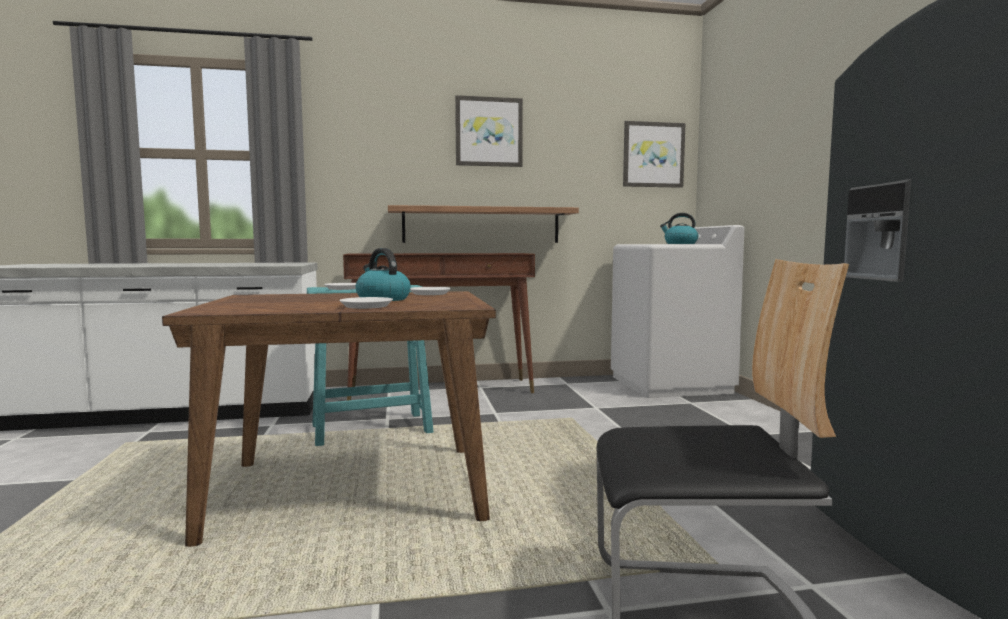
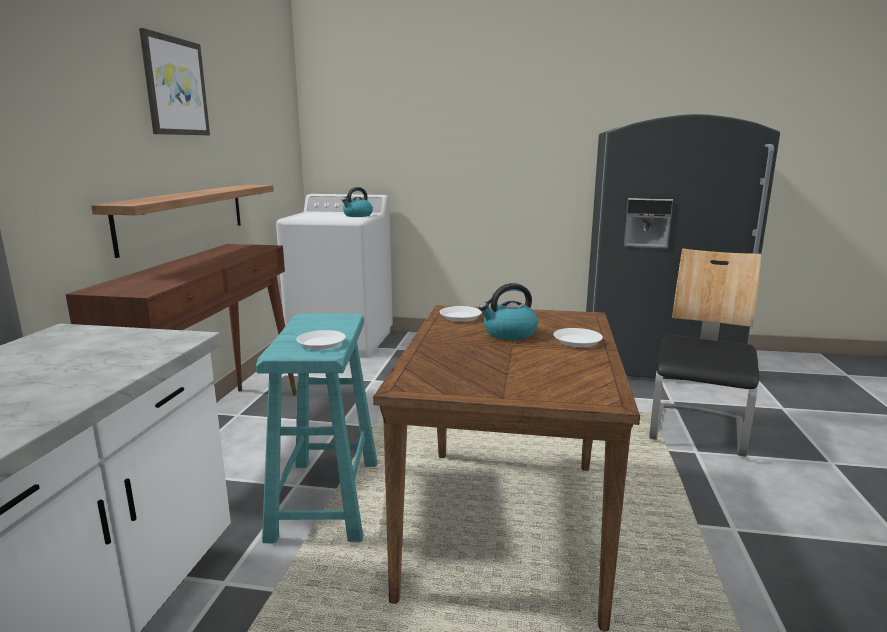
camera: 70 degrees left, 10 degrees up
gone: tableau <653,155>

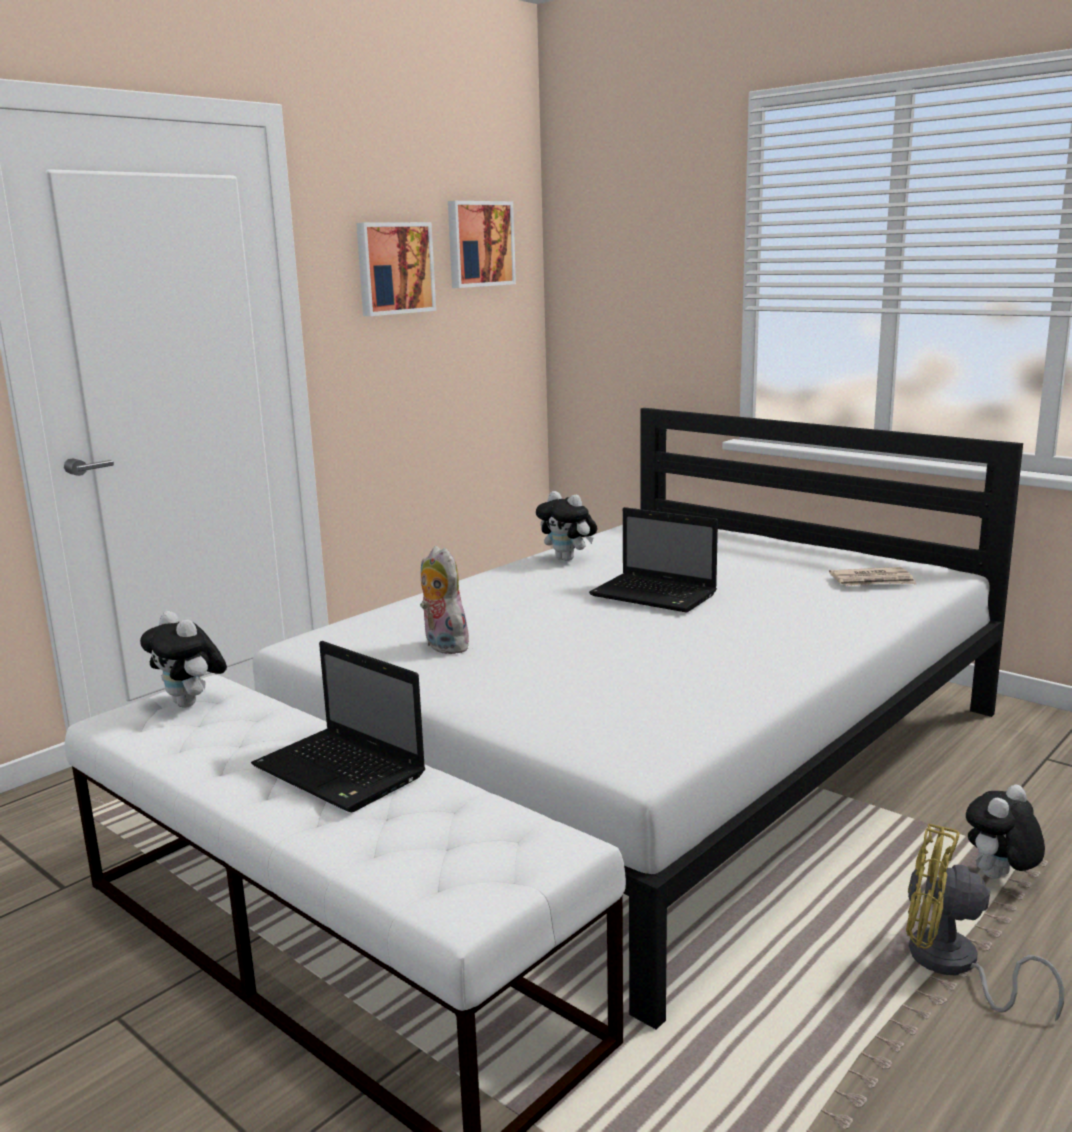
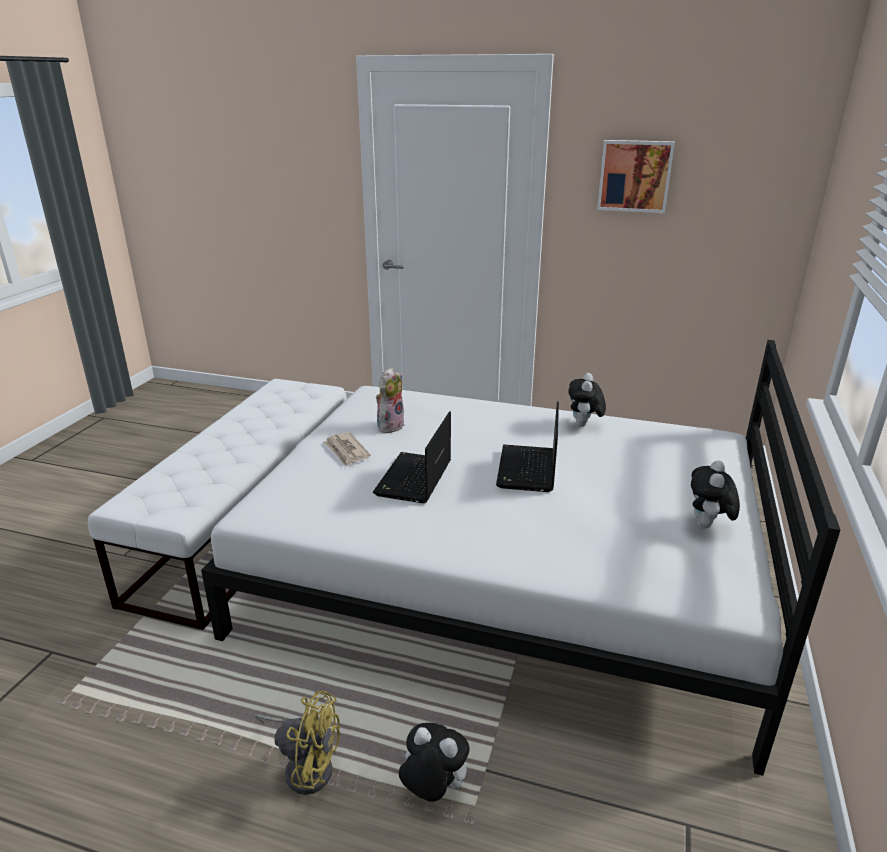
camera: 65 degrees right, 10 degrees up
gone: tableau <479,244>
shifted: journal <872,581> to <346,451>; peluche <191,704> to <707,526>; ordinateur portable <342,772> to <414,480>
rotated: ventilateur/jaune <953,966> = <305,765> 105 degrees clockwise

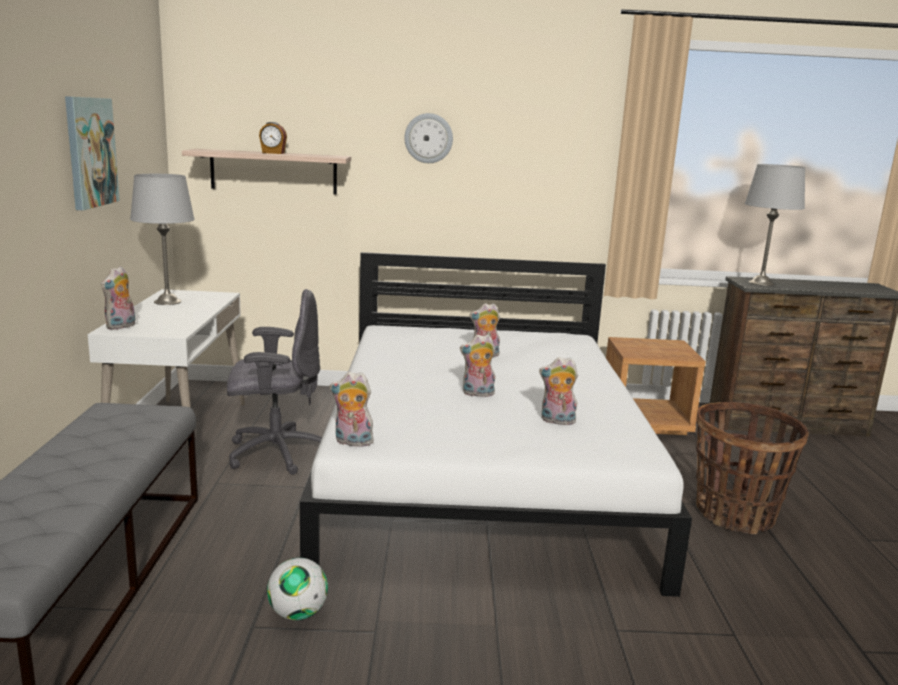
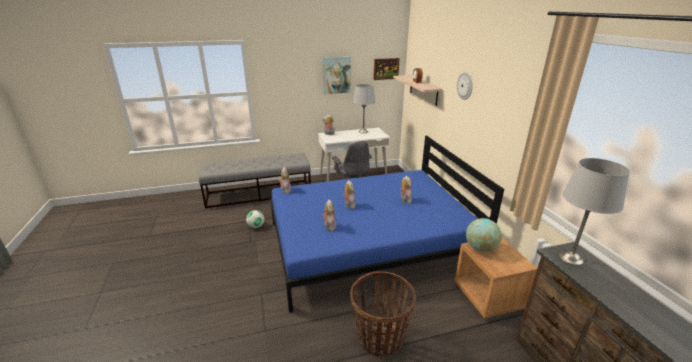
camera: 75 degrees right, 10 degrees up
new: tableau <386,69>; globe <480,248>
repainted: lit/blanc <482,472> to lit/bleu <369,244>

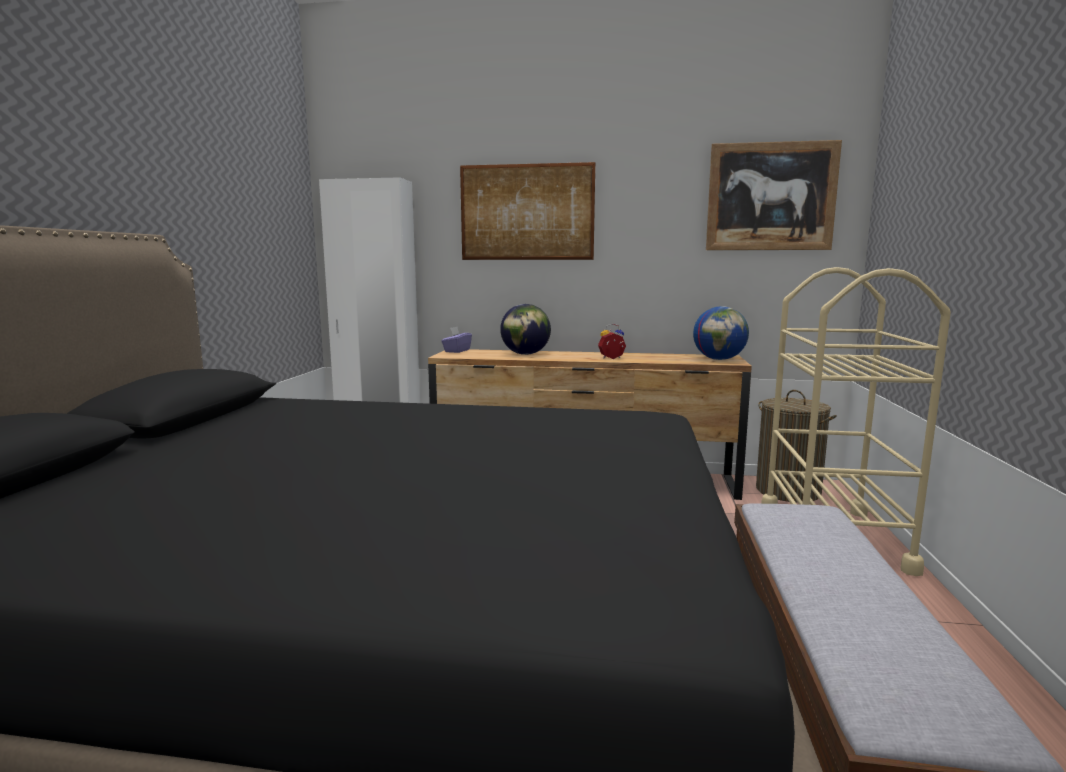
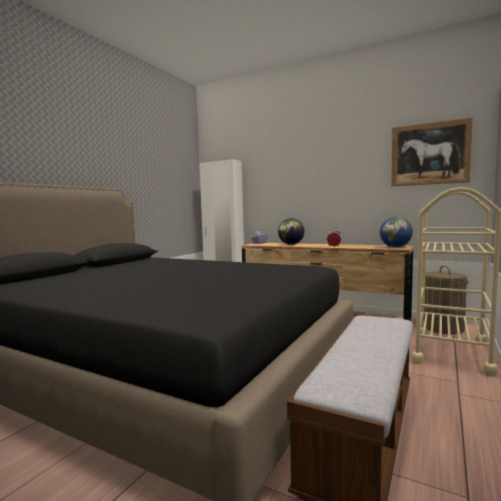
camera: 20 degrees right, 5 degrees down
gone: tableau <527,212>

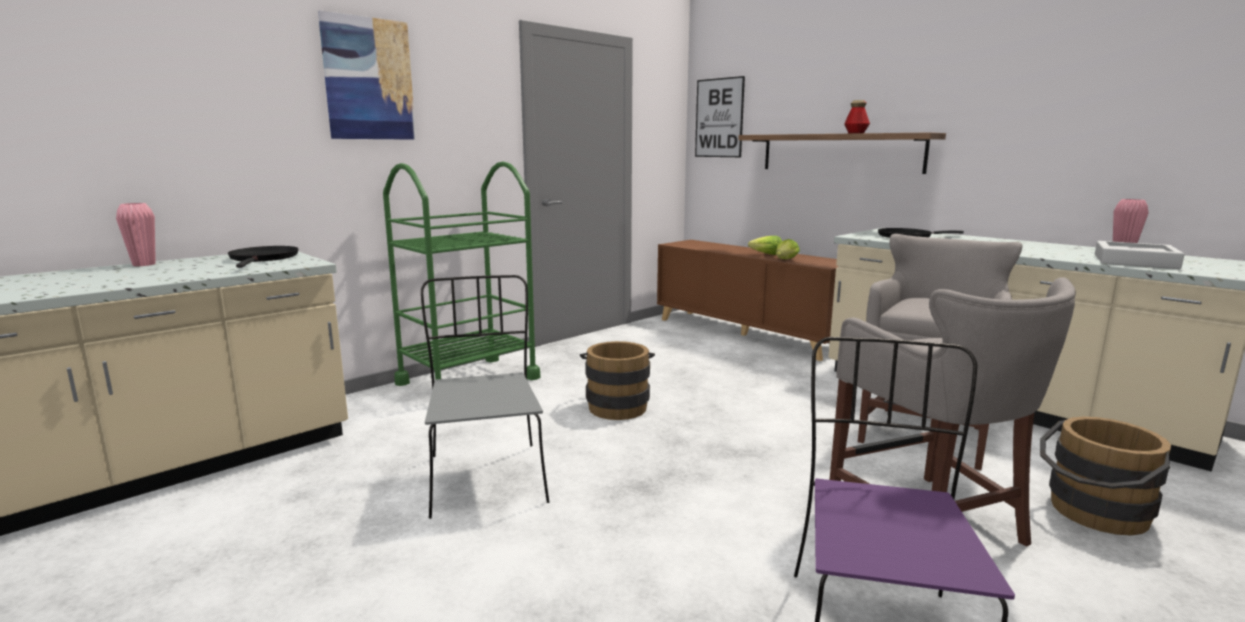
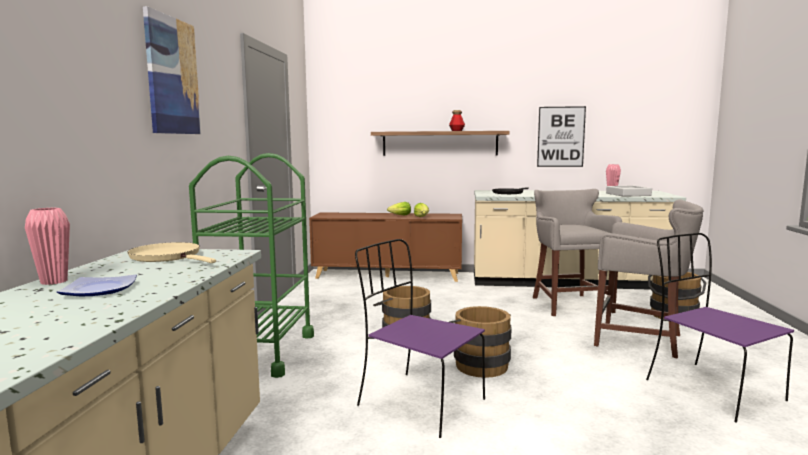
camera: 40 degrees left, 5 degrees down
new: assiette <100,290>; seau/marron <479,364>
shifted: tableau <719,118> to <561,136>
repainted: poêle/noir <263,259> to poêle/beige <168,257>; chaise/gris <486,477> to chaise/violet <418,402>

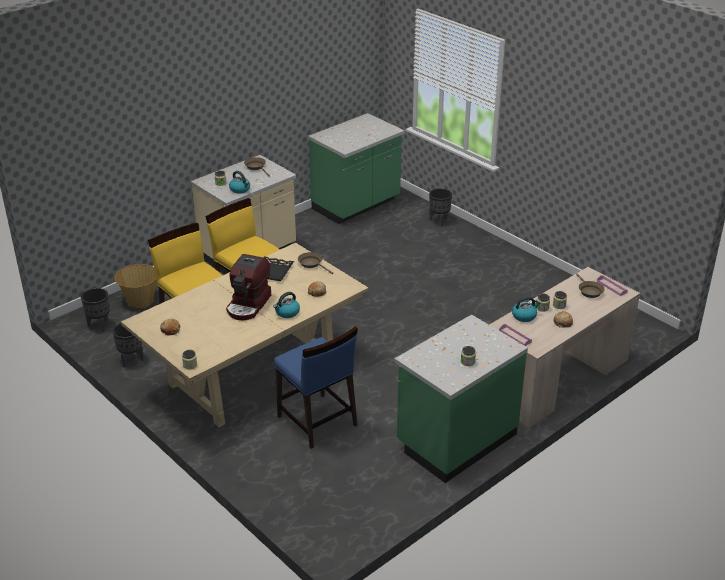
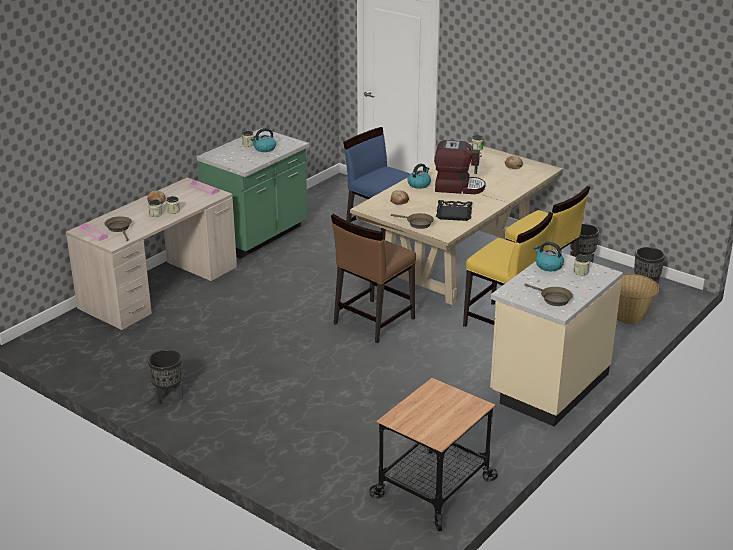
camera: 170 degrees right, 5 degrees down
new: chaise/marron <373,321>
shifted: cache-pot/noir <439,221> to <168,397>; bouilloire <524,316> to <264,149>
swapped: comptoir de cuisine/vert <356,205> to chariot <434,489>
rotated: machine à café <249,305> = <458,187> 90 degrees clockwise

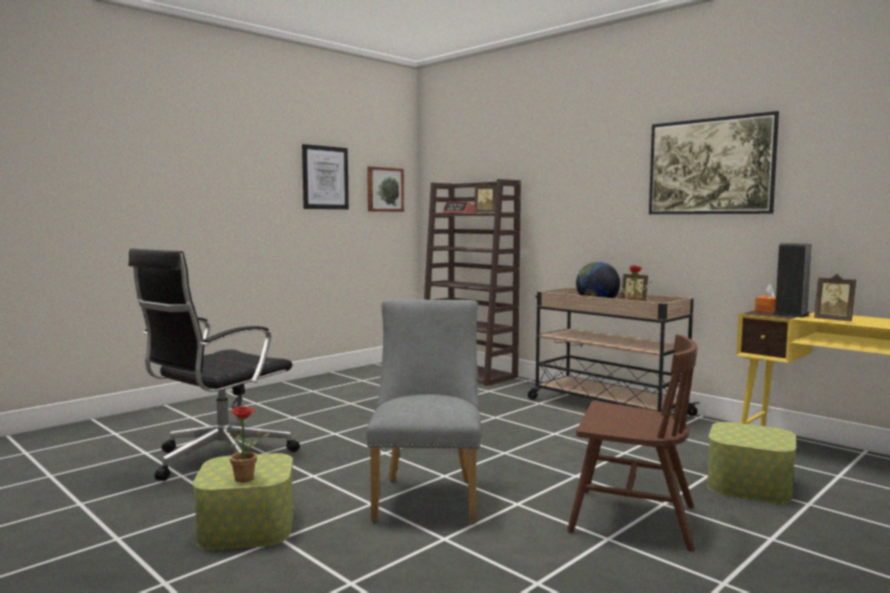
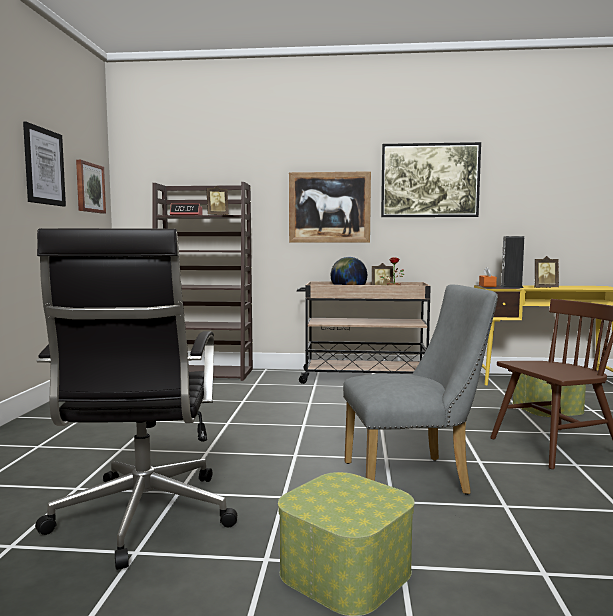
camera: 40 degrees left, 0 degrees up
gone: plante en pot <248,478>
new: tableau <329,207>
rotated: chaise/gris <427,496> = <414,478> 120 degrees clockwise

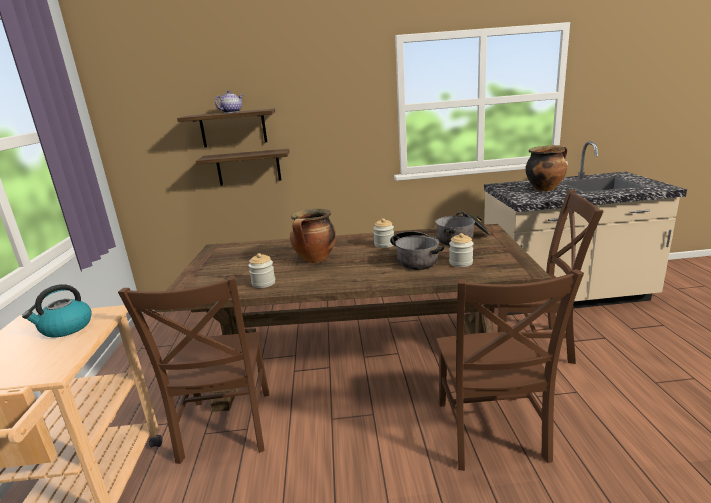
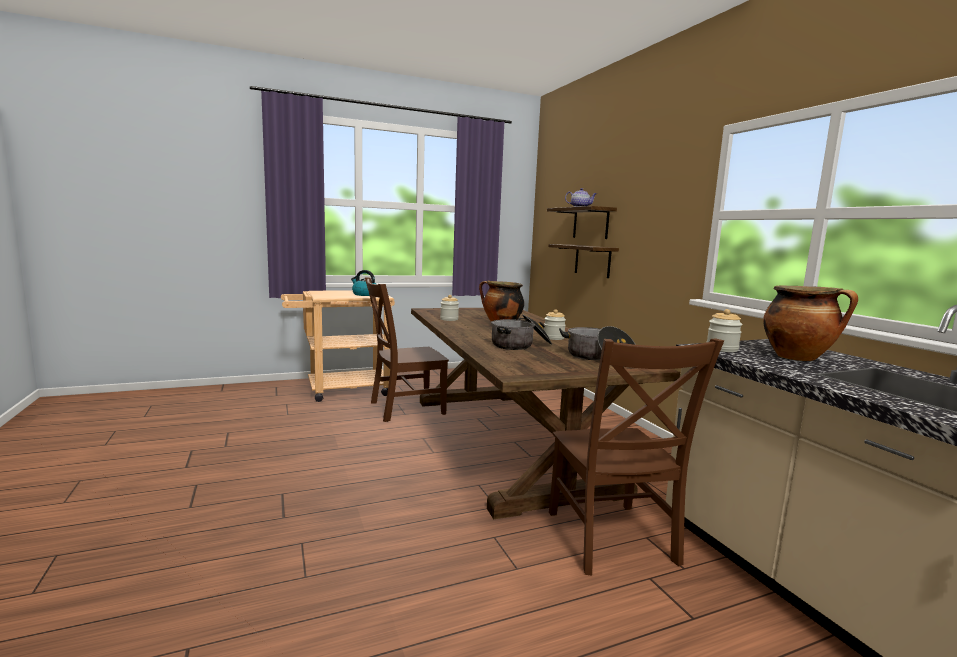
camera: 70 degrees right, 10 degrees down
gone: chaise/marron <490,434>
shifted: bocal <461,263> to <722,349>

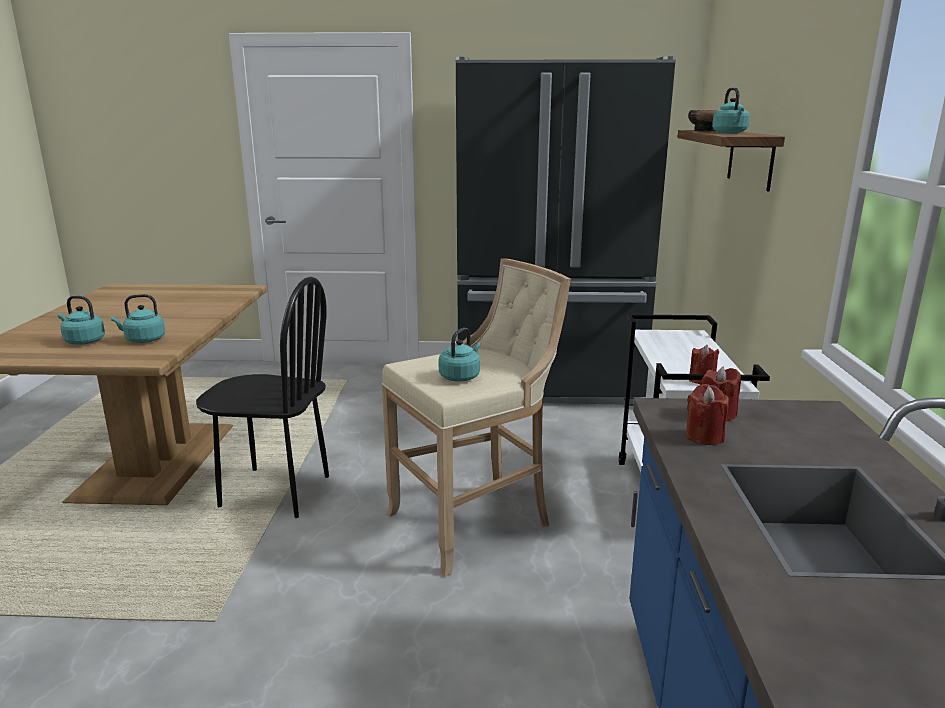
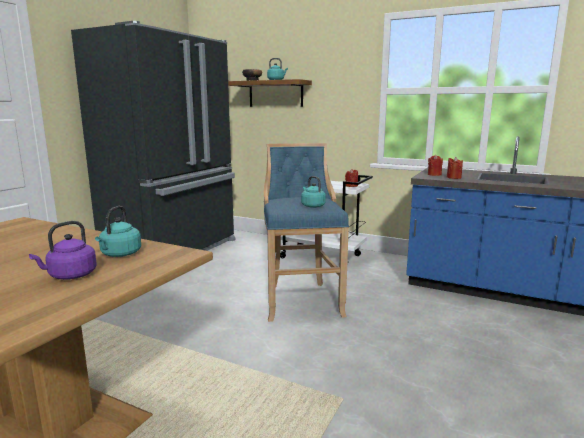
camera: 65 degrees left, 5 degrees down
gone: chaise/noir <275,492>
repainted: tabouret/beige <475,521> to tabouret/bleu <301,299>; bouilloire/turquoise <83,341> to bouilloire/violet <70,276>

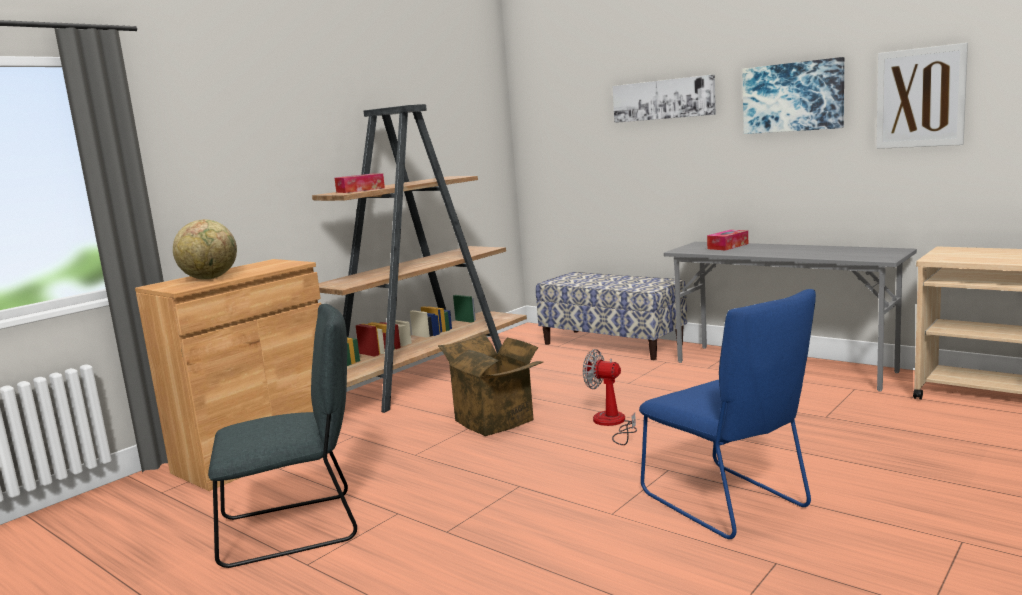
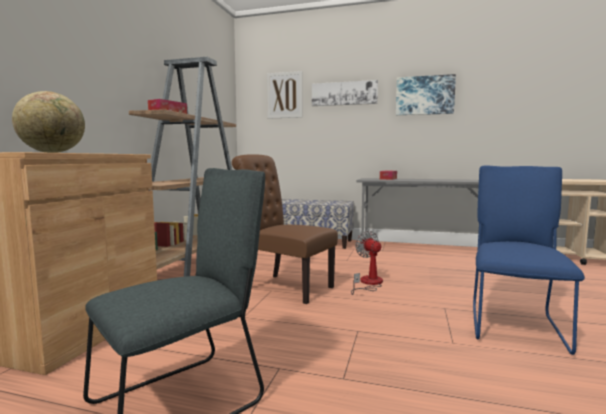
camera: 25 degrees left, 5 degrees down
shifted: tableau <920,98> to <284,95>
swapped: carton <498,420> to chaise/marron <284,287>
rotated: chaise/bleu <729,503> = <514,325> 105 degrees counterclockwise; ventilateur <612,424> = <368,283> 60 degrees clockwise

